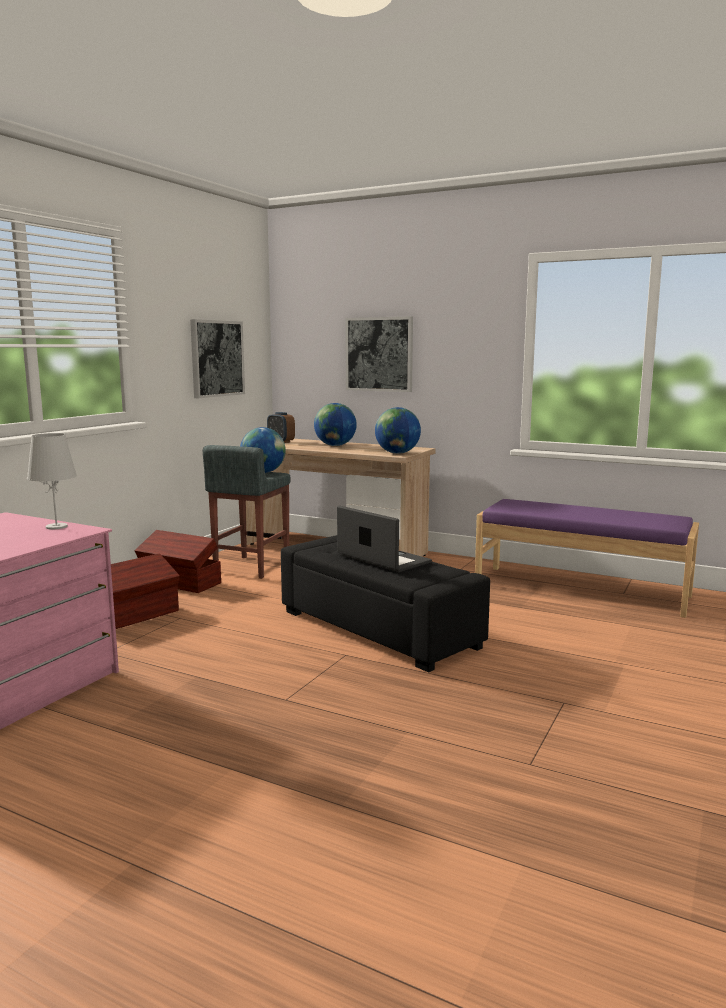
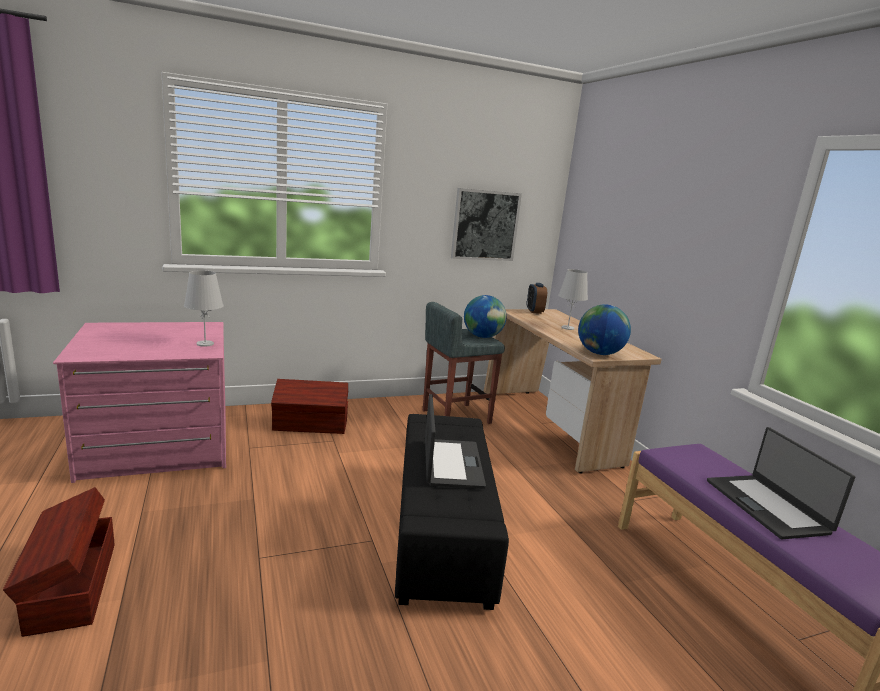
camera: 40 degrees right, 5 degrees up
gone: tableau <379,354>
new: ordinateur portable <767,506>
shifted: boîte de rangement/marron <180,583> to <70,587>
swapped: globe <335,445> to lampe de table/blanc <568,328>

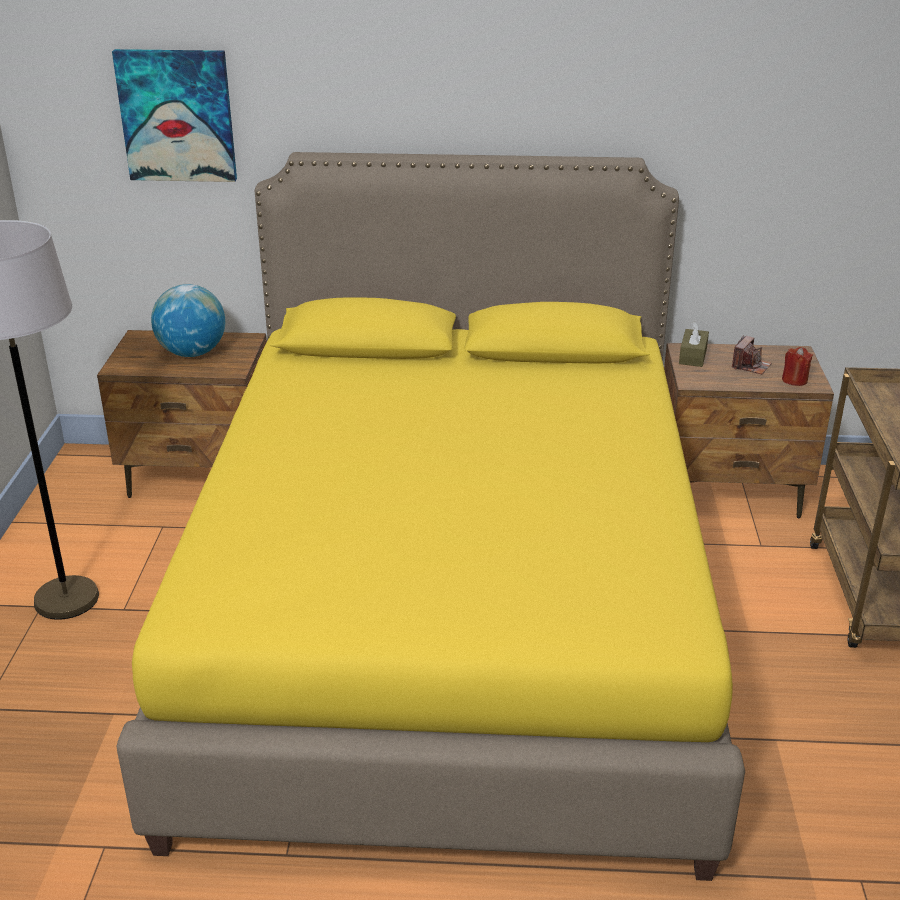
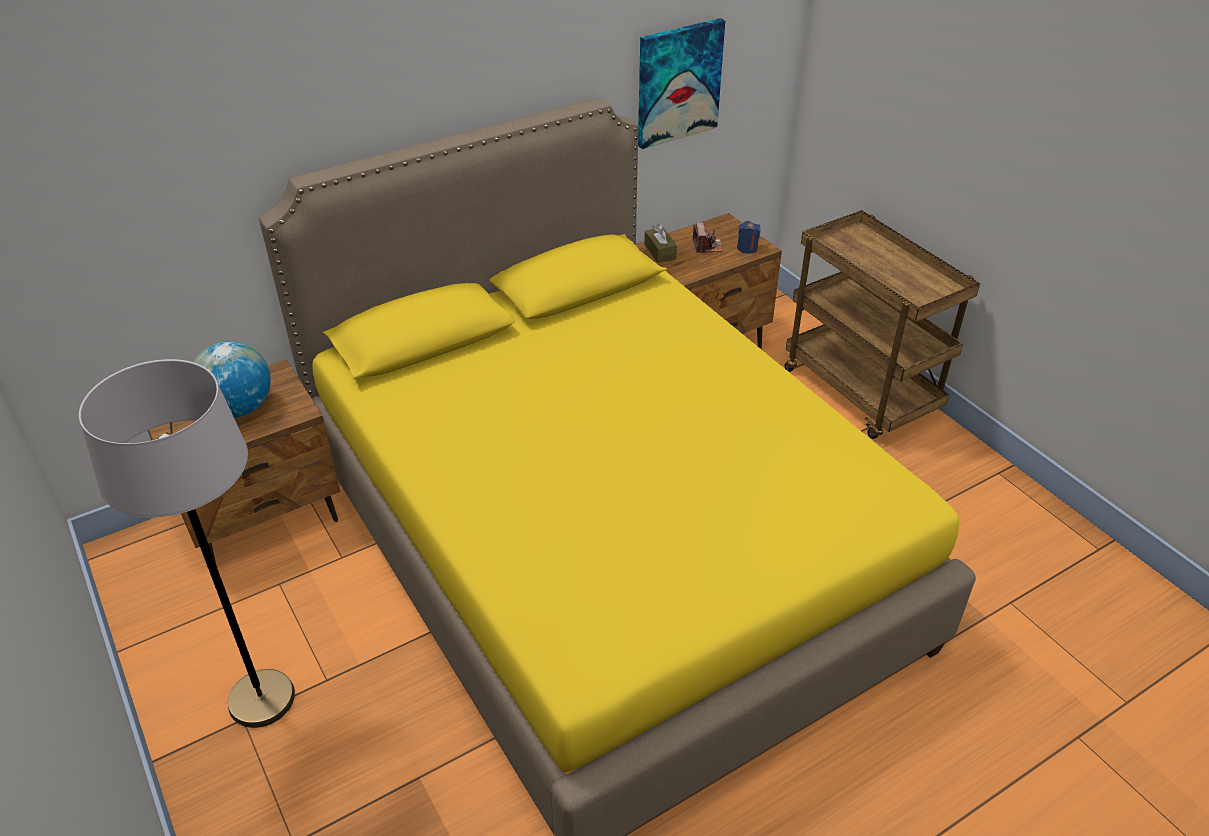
camera: 35 degrees left, 10 degrees up
shifted: tableau <177,115> to <678,83>
repainted: bougie/rouge <794,380> to bougie/bleu <747,248>

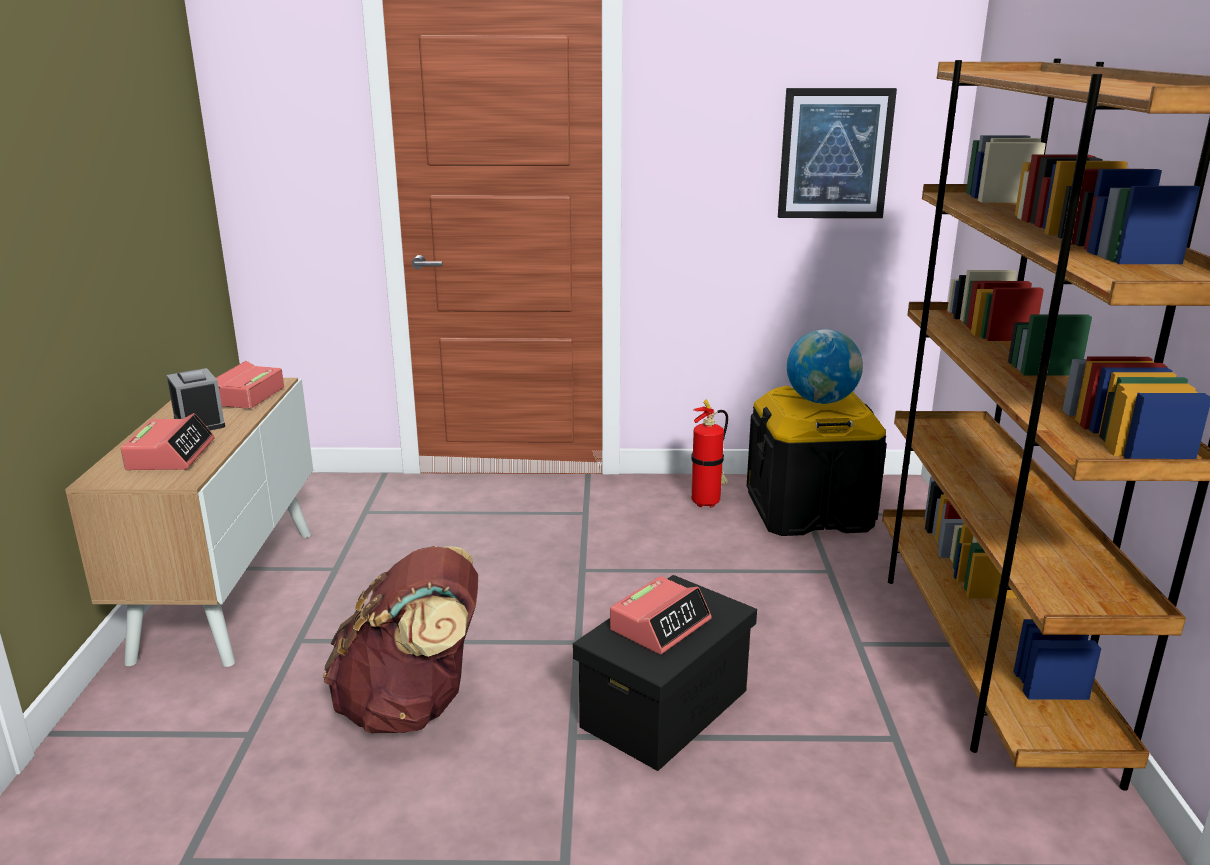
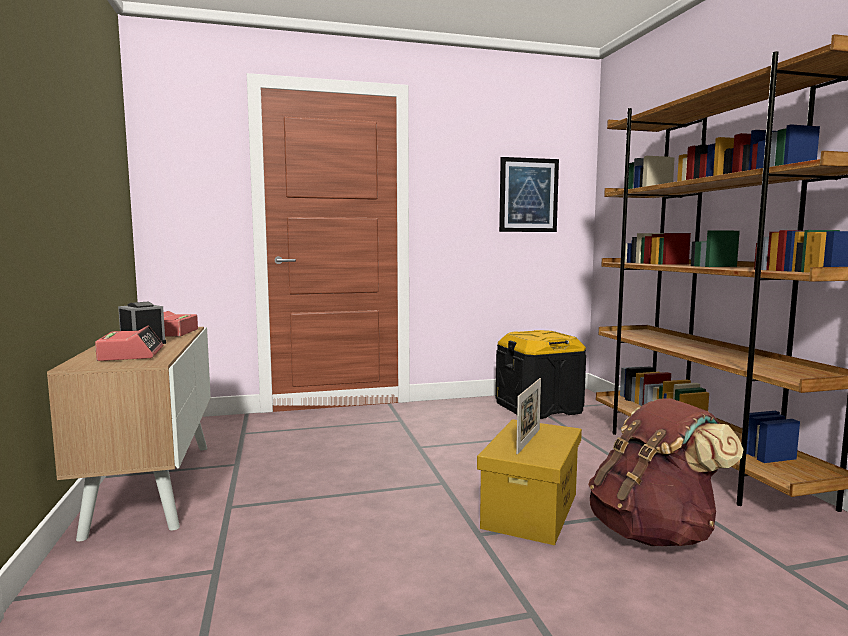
camera: 15 degrees left, 15 degrees down
gone: globe <821,401>; extincteur <708,502>
shifted: sac à dos/marron <412,705> to <653,532>
swapped: réveil <660,625> to cadre photo <528,441>
repainted: boîte de rangement/noir <665,707> to boîte de rangement/jaune <530,509>

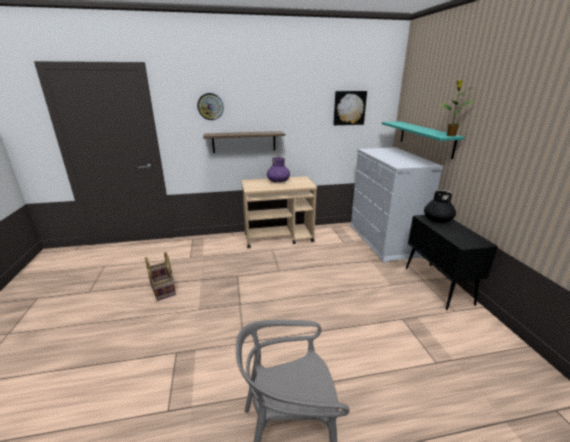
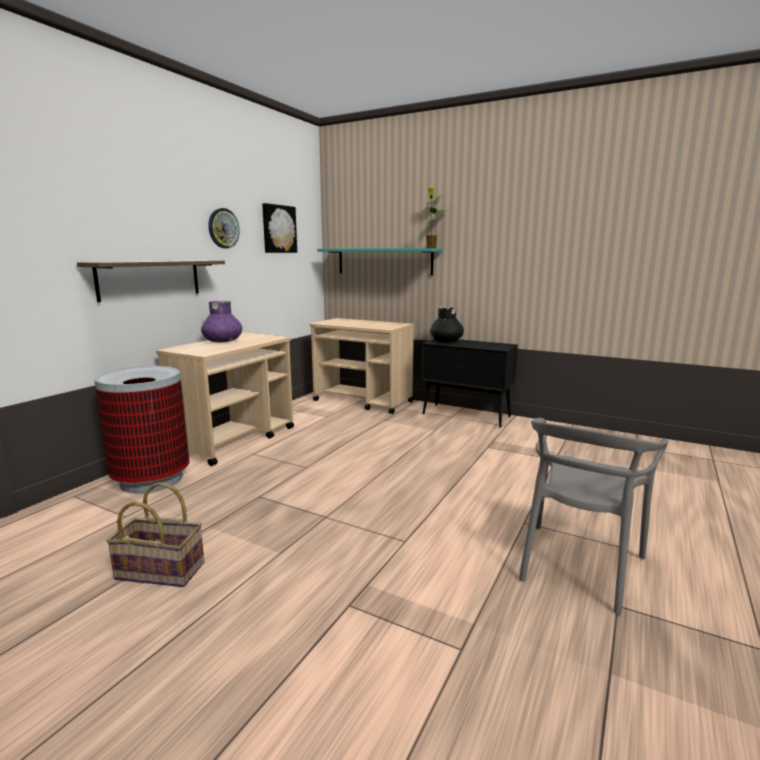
camera: 50 degrees left, 10 degrees down
new: poubelle <151,480>
shifted: horloge murale <210,106> to <223,228>
swapped: commode/blanc <384,240> to chariot/beige <363,401>

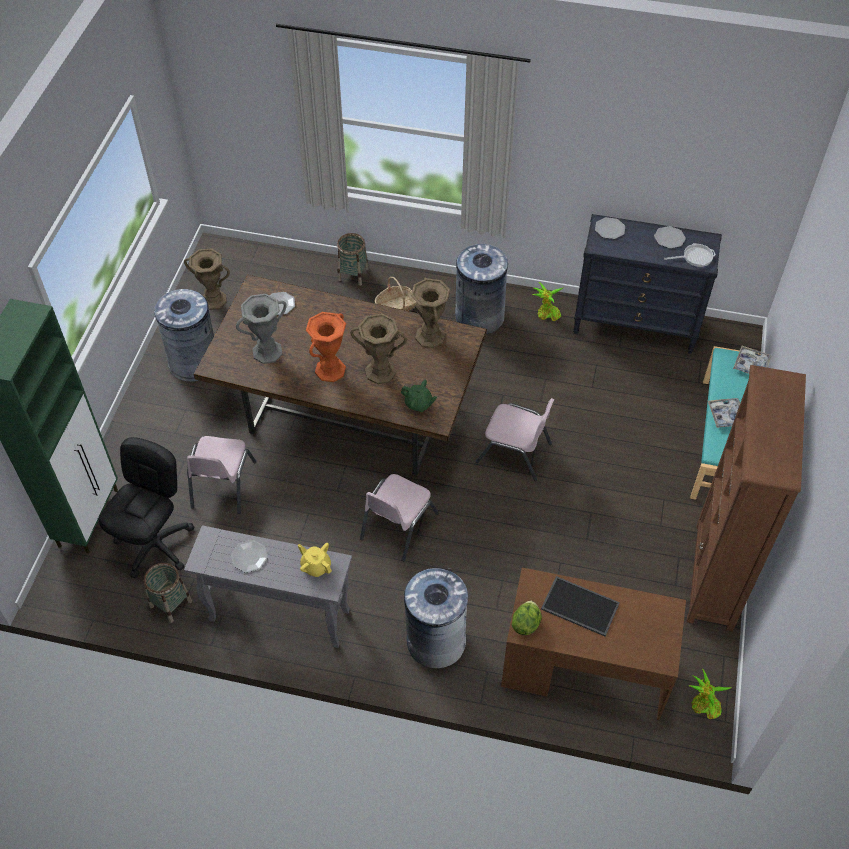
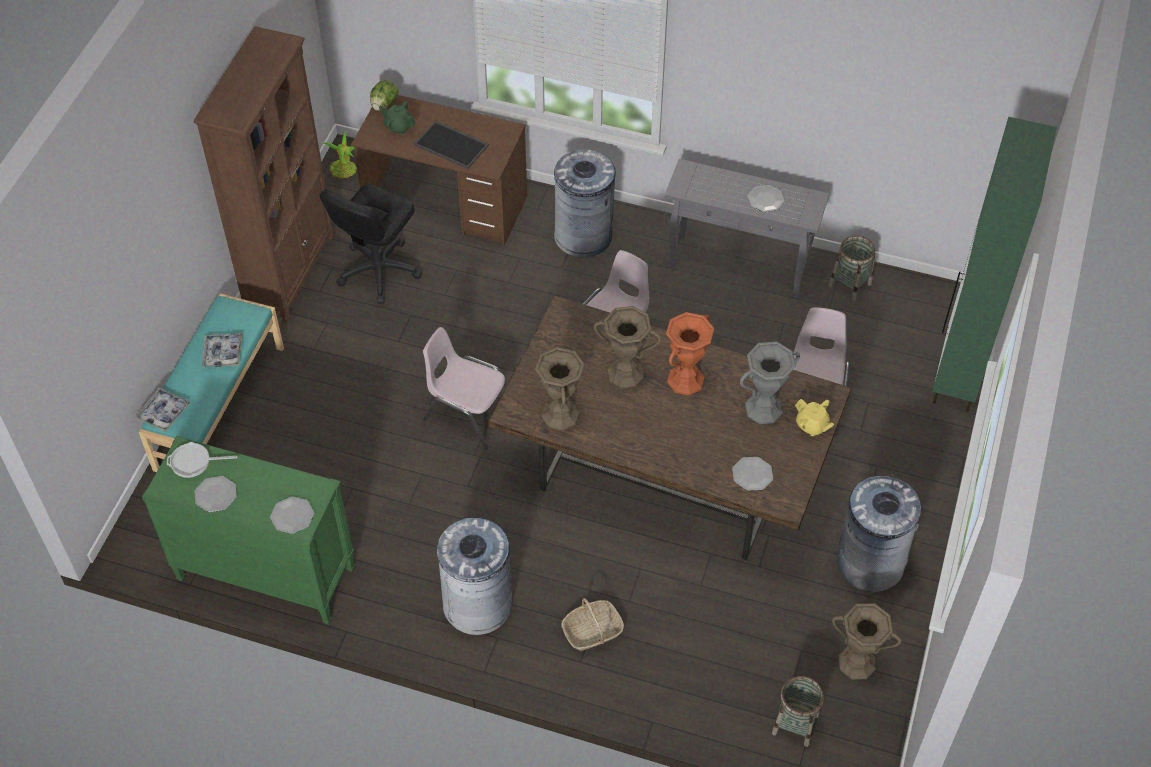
camera: 175 degrees left, 0 degrees up
gone: plante en pot <547,314>
shifted: panier <353,274> to <795,724>; théière/vert <418,404> to <398,126>; chaise de bureau/noir <155,545> to <378,271>; théière/jaune <316,566> to <812,425>; laitue <526,623> to <384,104>
repainted: commode/noir <635,325> to commode/vert <265,574>

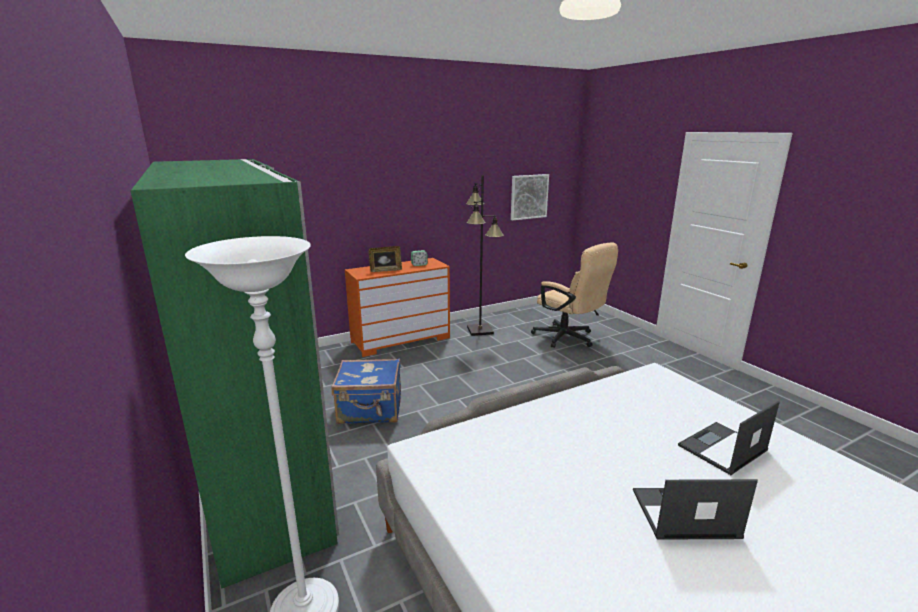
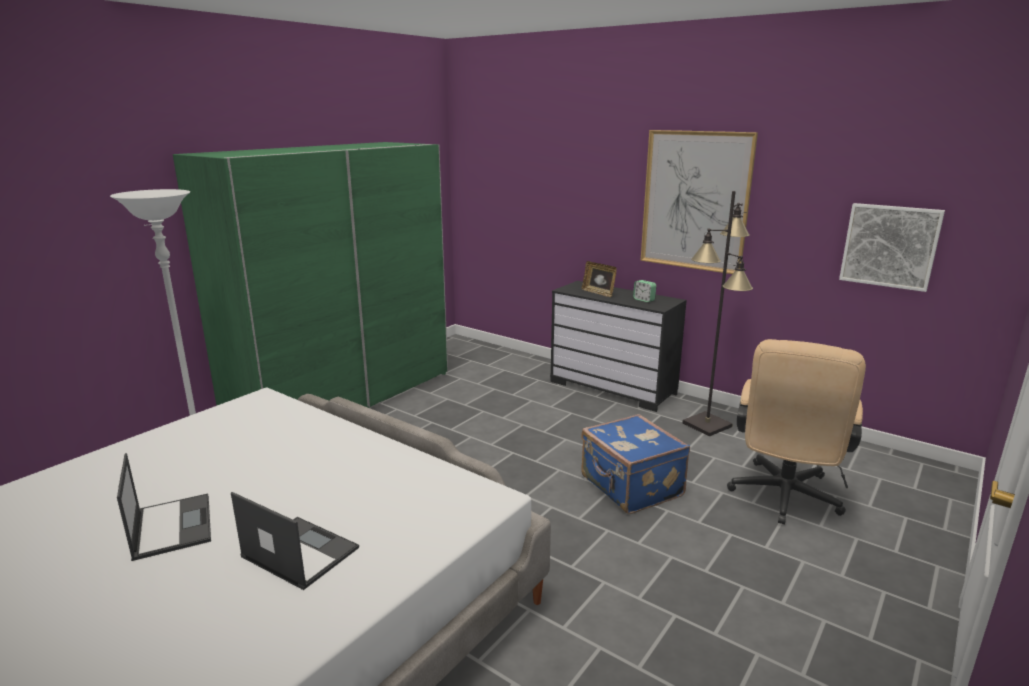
camera: 65 degrees right, 0 degrees up
new: tableau <695,201>
shifted: valise/bleu <370,410> to <630,487>
repainted: commode/orange <401,340> to commode/noir <613,387>

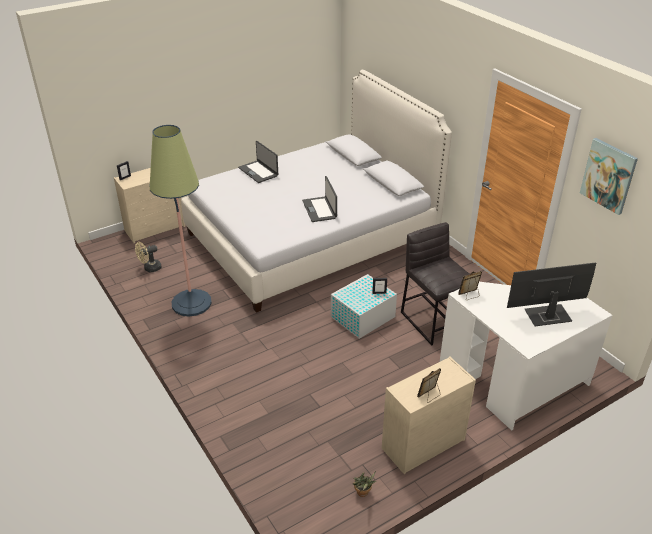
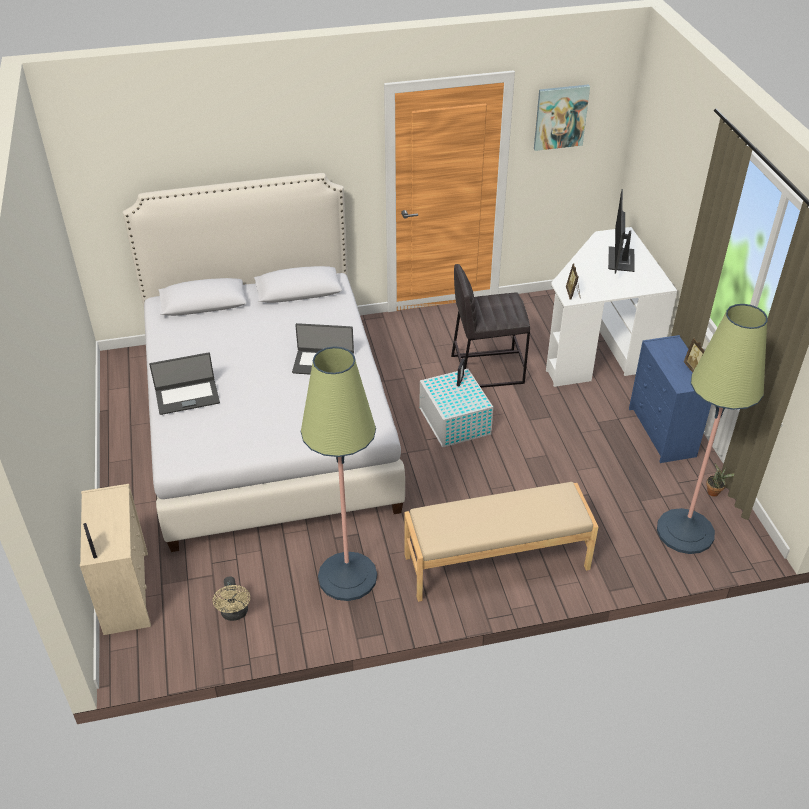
camera: 70 degrees left, 5 degrees up
new: lampadaire <685,532>; banc/beige <497,563>
repainted: commode/beige <422,444> to commode/bleu <662,433>

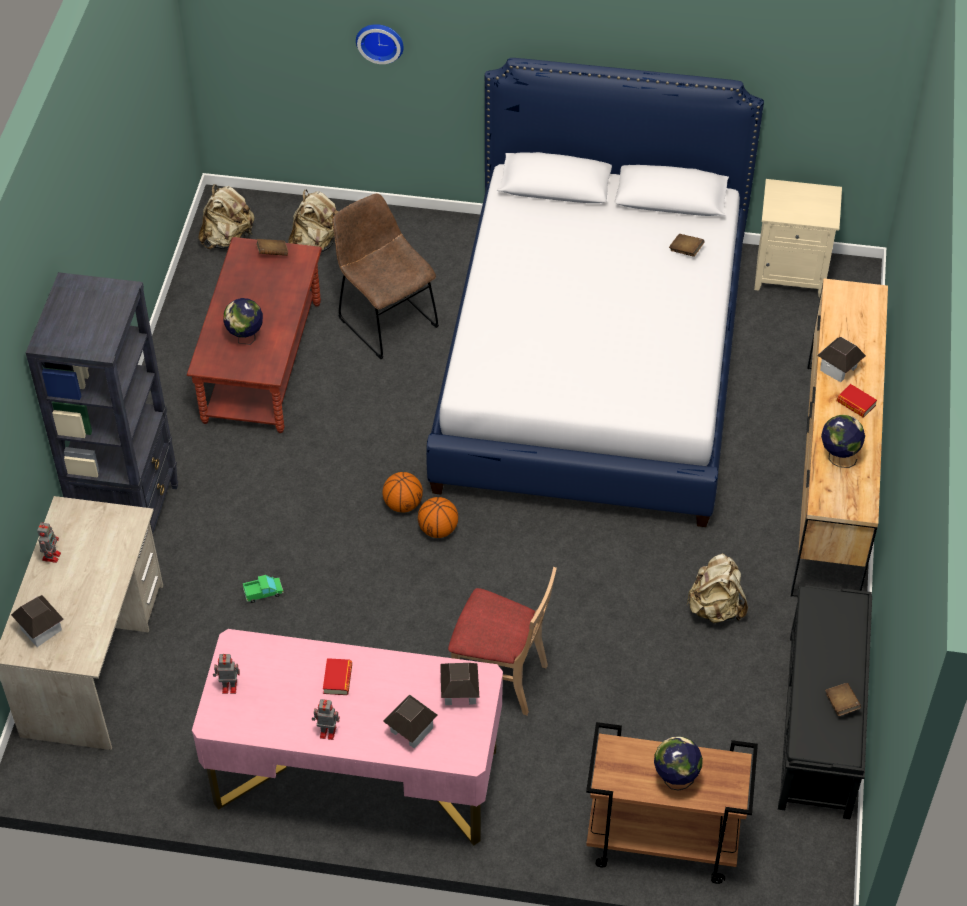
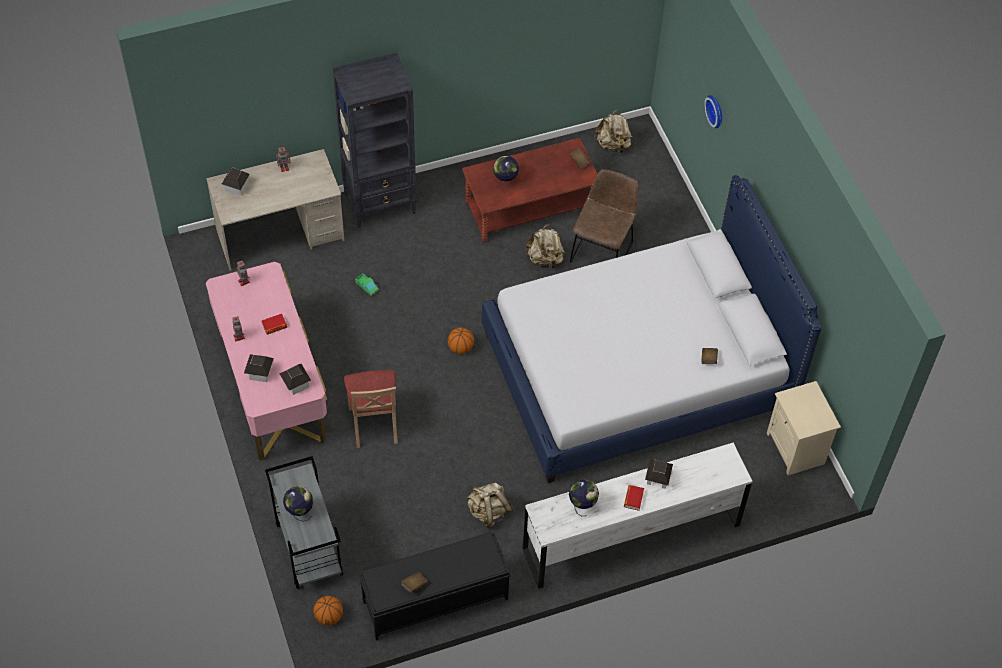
camera: 60 degrees right, 5 degrees up
shifted: sac à dos/beige <316,244> to <545,259>; ballon de basket <403,504> to <328,617>
repainted: commode/marron <830,478> to commode/blanc <631,537>; chariot/marron <660,842> to chariot/gris <308,548>

